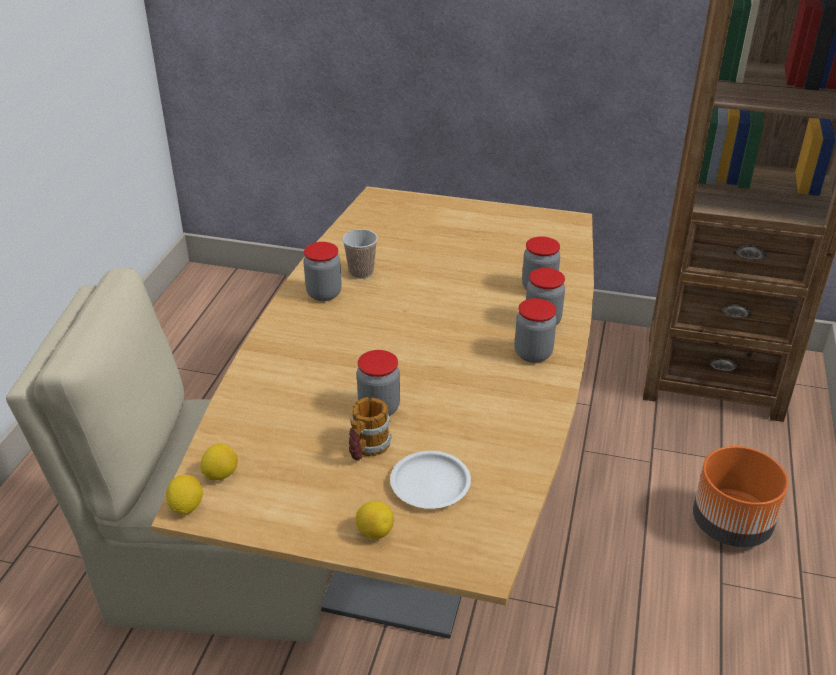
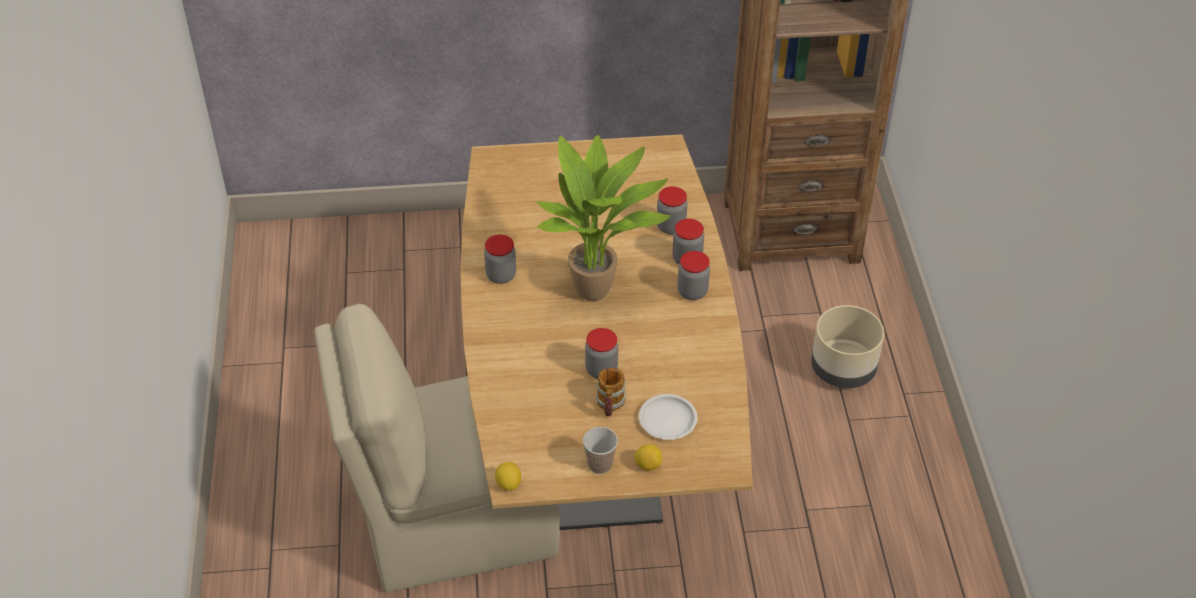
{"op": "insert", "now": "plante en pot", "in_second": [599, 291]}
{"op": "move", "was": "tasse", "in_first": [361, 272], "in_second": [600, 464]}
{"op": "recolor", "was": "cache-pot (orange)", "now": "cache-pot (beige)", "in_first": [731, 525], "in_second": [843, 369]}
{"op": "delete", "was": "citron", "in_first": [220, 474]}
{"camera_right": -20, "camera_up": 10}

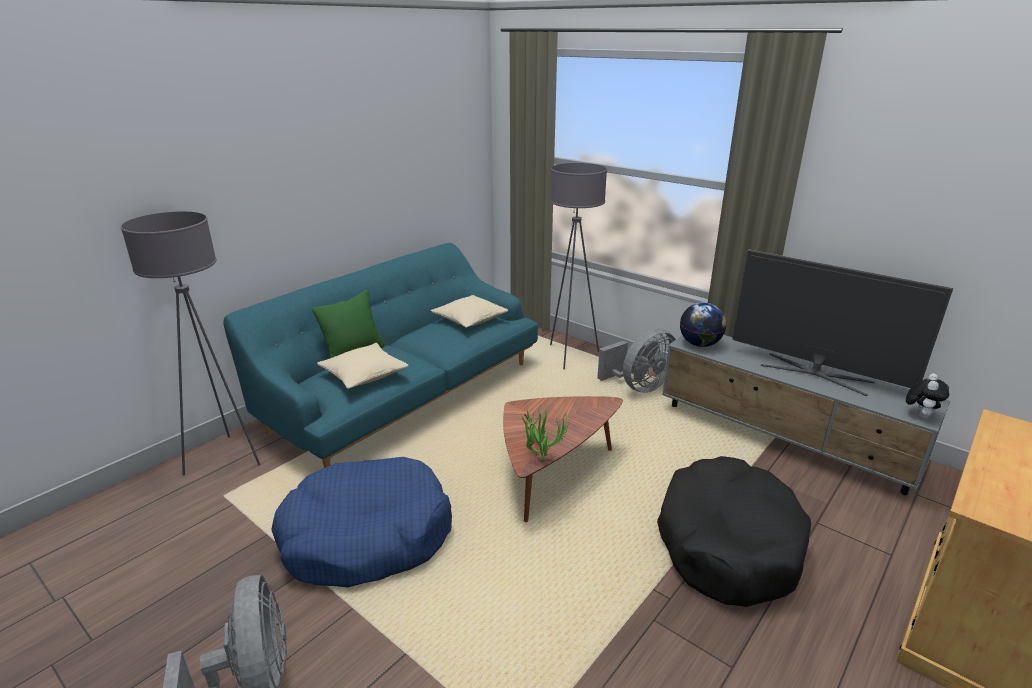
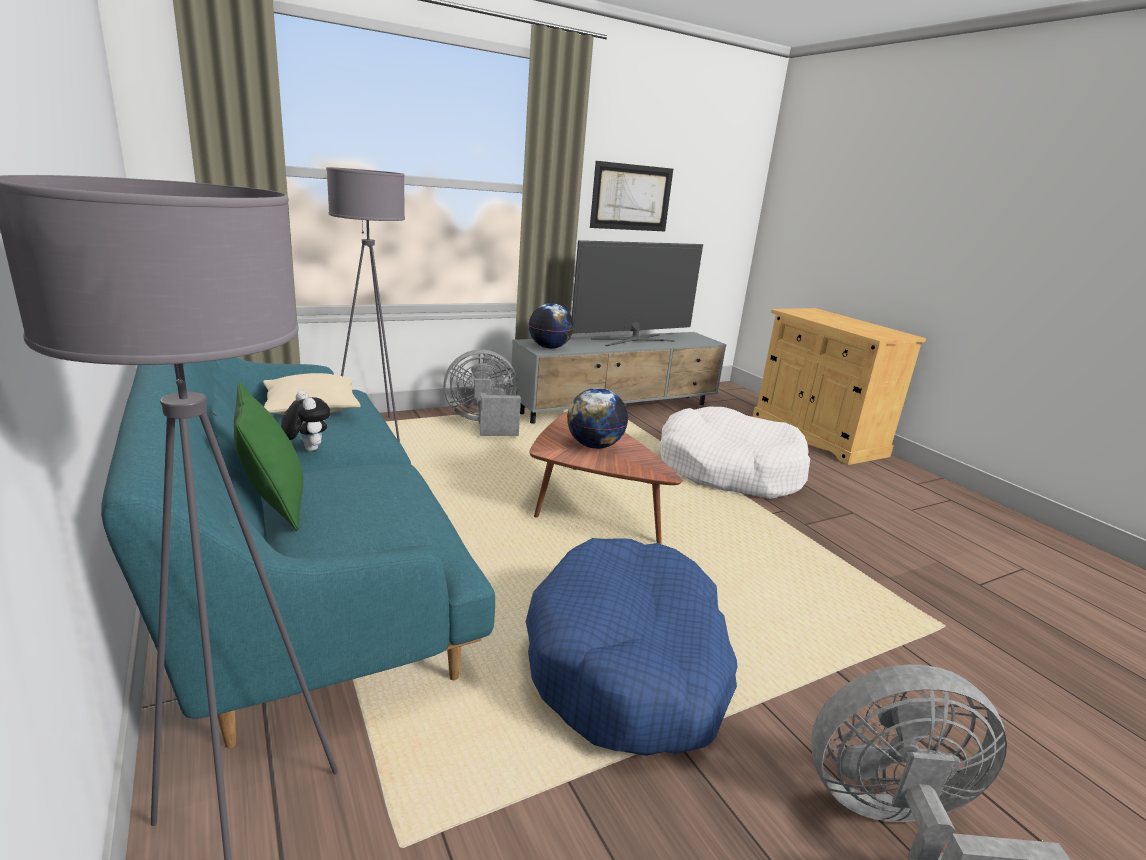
{"op": "move", "was": "peluche", "in_first": [920, 415], "in_second": [307, 449]}
{"op": "rotate", "was": "ventilateur (gris)", "in_first": [639, 387], "in_second": [483, 423], "clockwise": -90}
{"op": "insert", "now": "globe", "in_second": [594, 446]}
{"op": "insert", "now": "tableau", "in_second": [631, 197]}
{"op": "recolor", "was": "panier pour chien (noir)", "now": "panier pour chien (blanc)", "in_first": [727, 543], "in_second": [729, 469]}
{"op": "delete", "was": "coussin (beige)", "in_first": [364, 375]}
{"op": "delete", "was": "plante en pot", "in_first": [541, 456]}
{"camera_right": -70, "camera_up": -5}

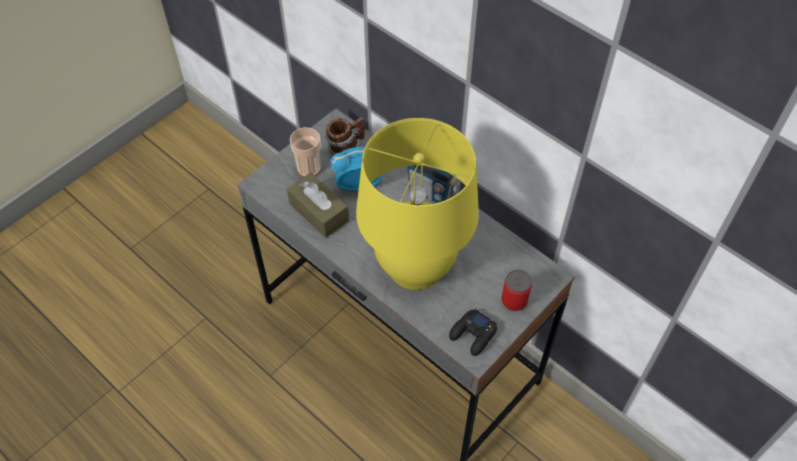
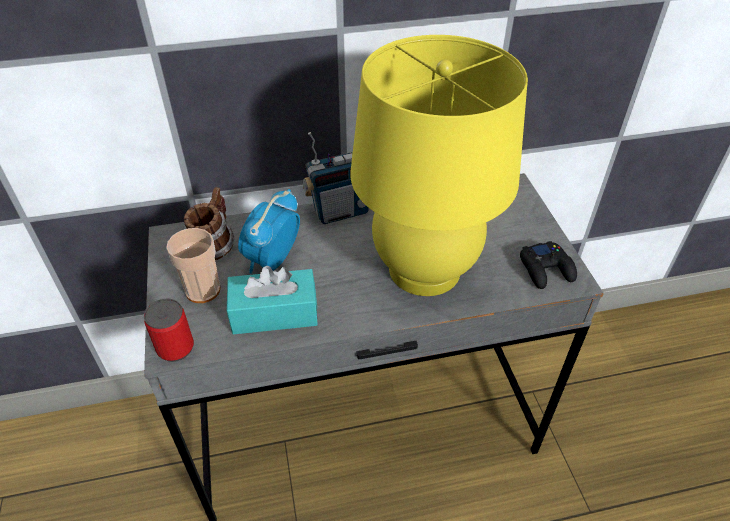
{"op": "move", "was": "boîte métallique", "in_first": [514, 301], "in_second": [175, 348]}
{"op": "recolor", "was": "boîte à mouchoirs (marron)", "now": "boîte à mouchoirs (turquoise)", "in_first": [319, 212], "in_second": [274, 313]}
{"camera_right": -55, "camera_up": -10}

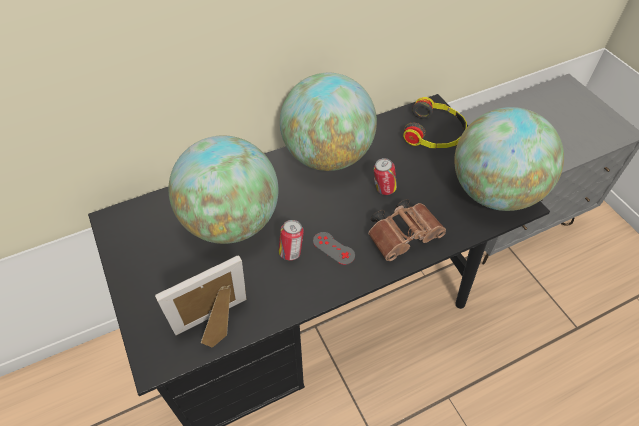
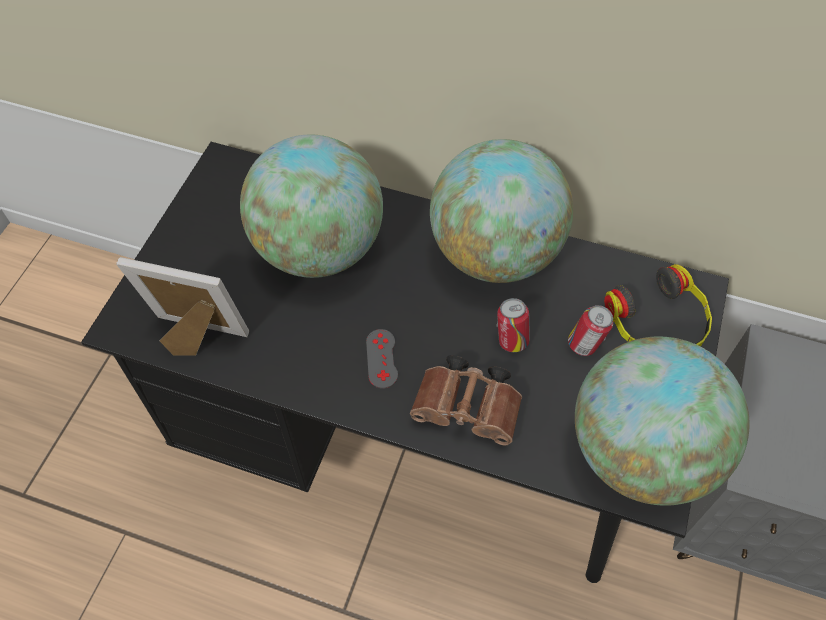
{"op": "move", "was": "boîte métallique", "in_first": [291, 252], "in_second": [585, 345]}
{"camera_right": 45, "camera_up": 5}

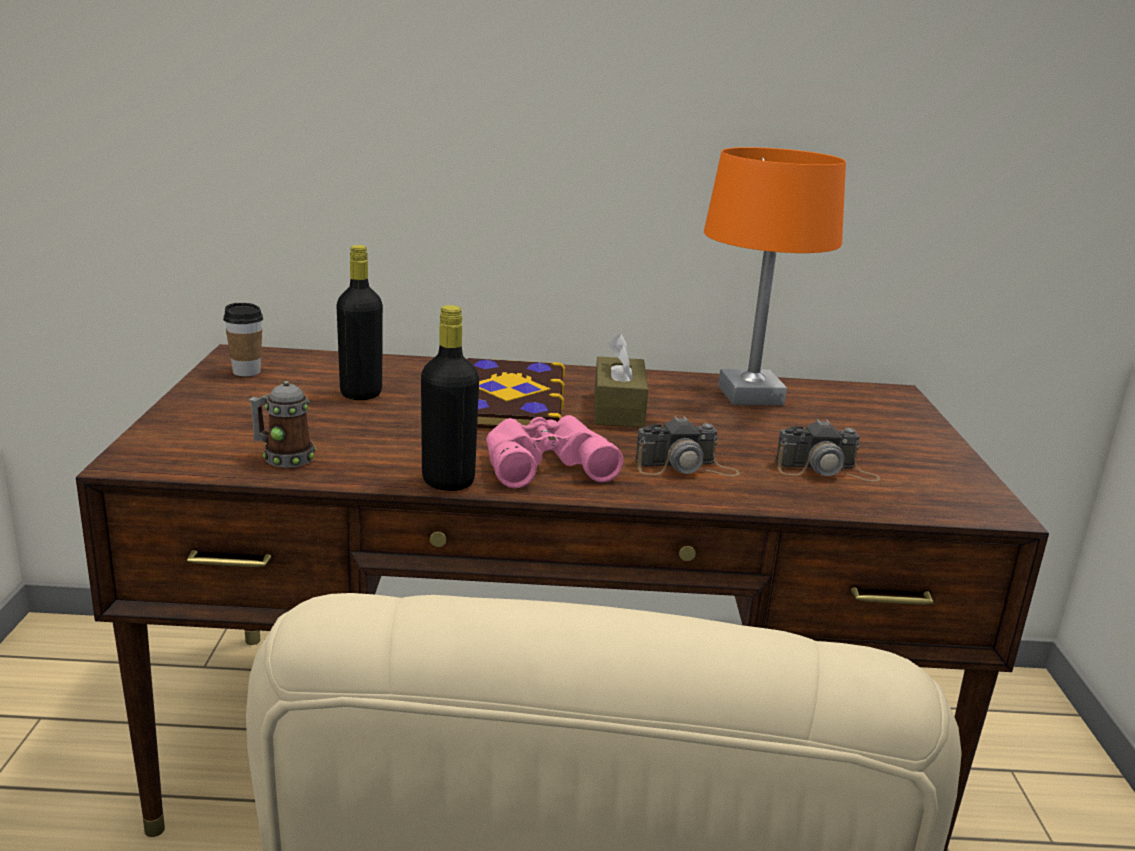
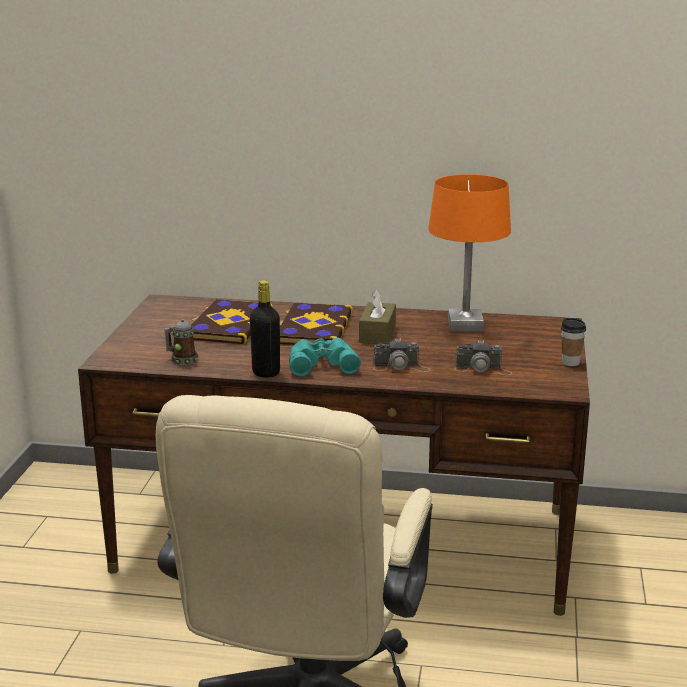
{"op": "replace", "was": "bouteille (noir)", "now": "livre", "in_first": [361, 394], "in_second": [228, 325]}
{"op": "recolor", "was": "jumelles (rose)", "now": "jumelles (turquoise)", "in_first": [544, 462], "in_second": [321, 363]}
{"op": "move", "was": "tasse", "in_first": [246, 372], "in_second": [570, 362]}
{"camera_right": 10, "camera_up": 0}

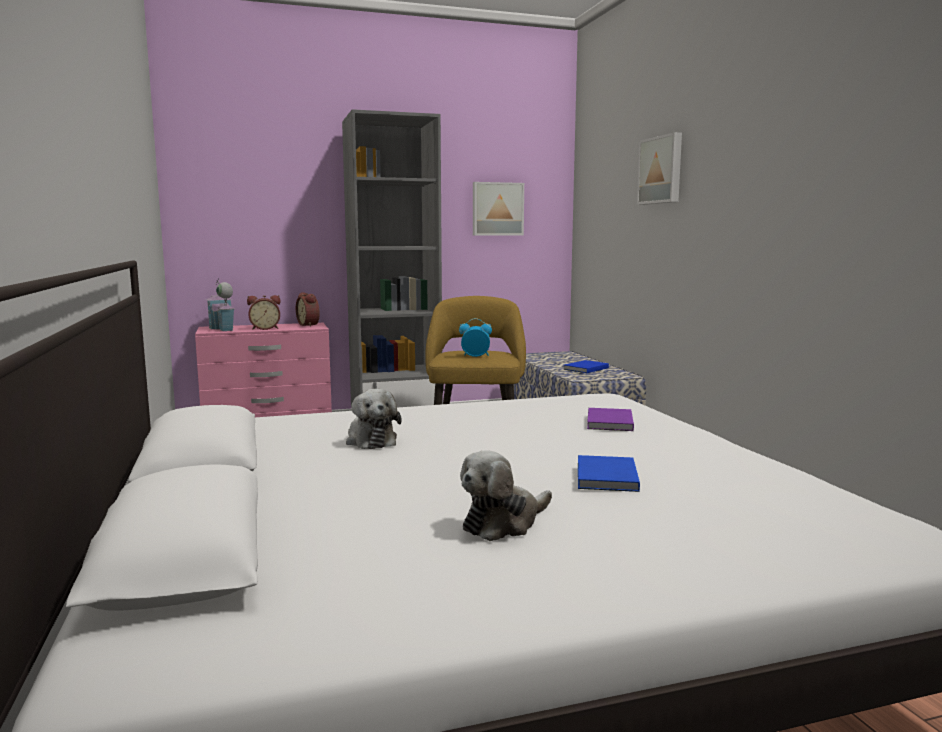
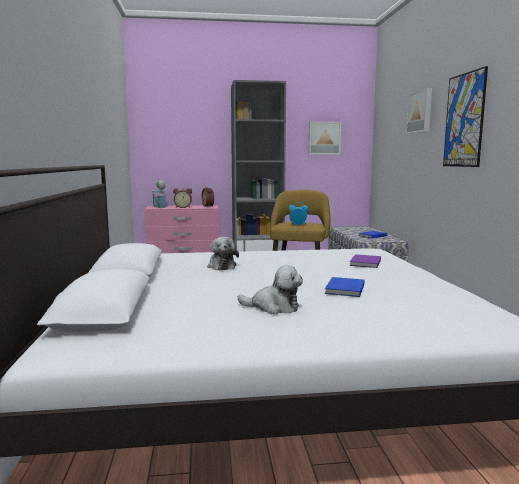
{"op": "rotate", "was": "peluche", "in_first": [503, 523], "in_second": [274, 307], "clockwise": -135}
{"op": "insert", "now": "tableau", "in_second": [464, 120]}
{"camera_right": 10, "camera_up": 0}

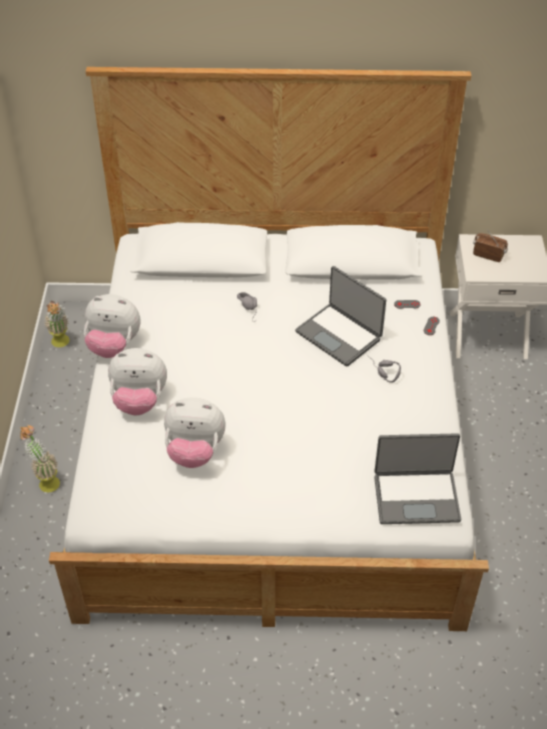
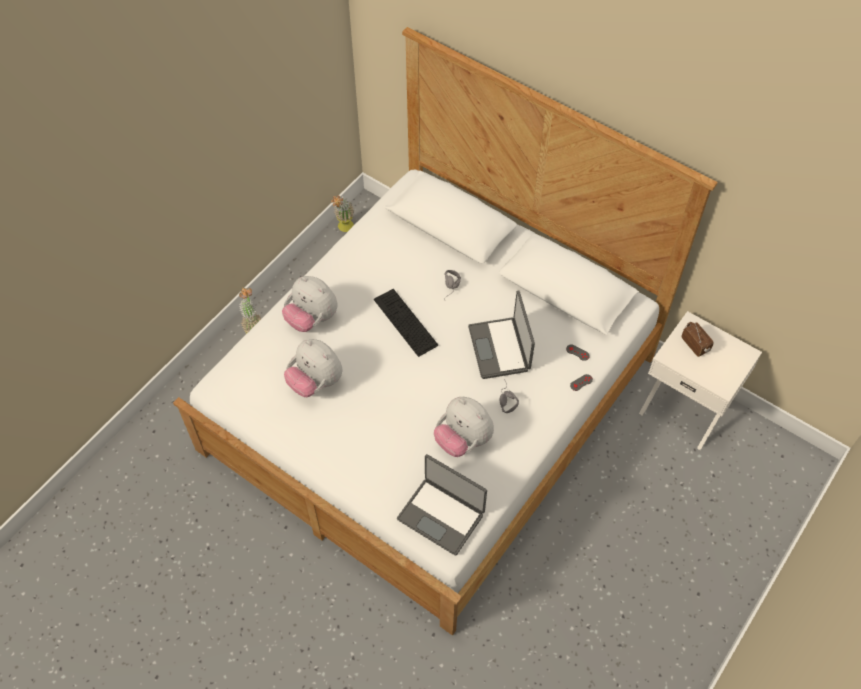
{"op": "insert", "now": "clavier", "in_second": [405, 322]}
{"op": "move", "was": "peluche", "in_first": [113, 345], "in_second": [463, 439]}
{"camera_right": 35, "camera_up": 10}

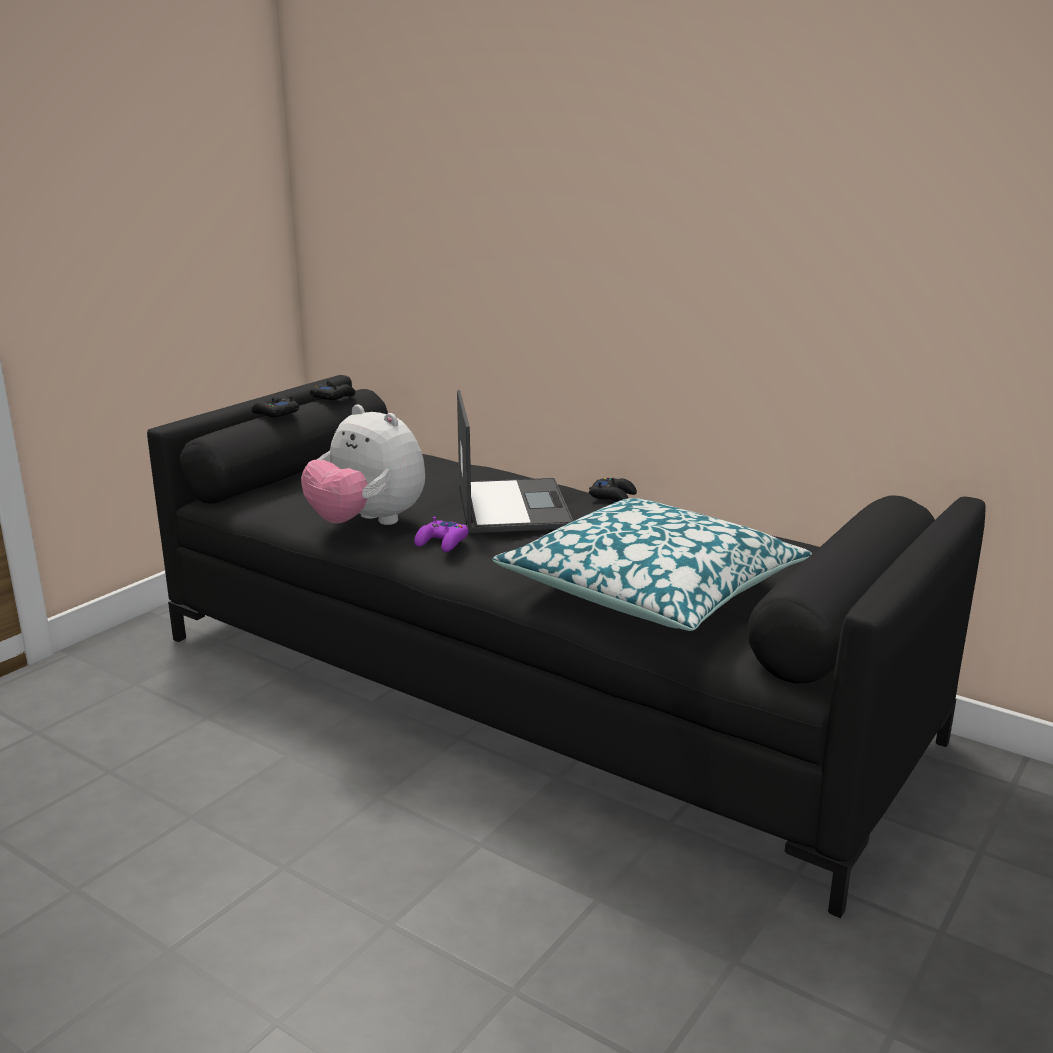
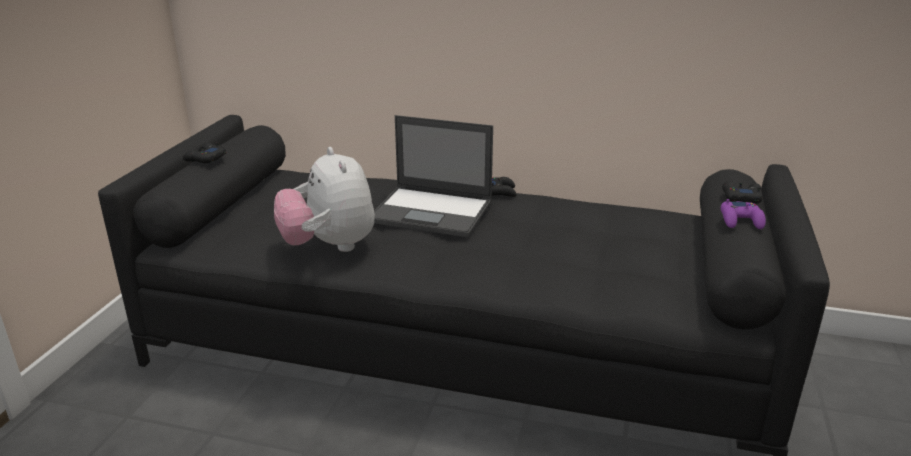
{"op": "rotate", "was": "peluche", "in_first": [367, 523], "in_second": [329, 246], "clockwise": 45}
{"op": "rotate", "was": "ordinateur portable", "in_first": [512, 506], "in_second": [433, 212], "clockwise": 135}
{"op": "move", "was": "manette (violet)", "in_first": [442, 542], "in_second": [741, 220]}
{"op": "move", "was": "manette (noir)", "in_first": [332, 397], "in_second": [740, 197]}
{"op": "delete", "was": "coussin", "in_first": [652, 590]}
{"camera_right": -20, "camera_up": 5}

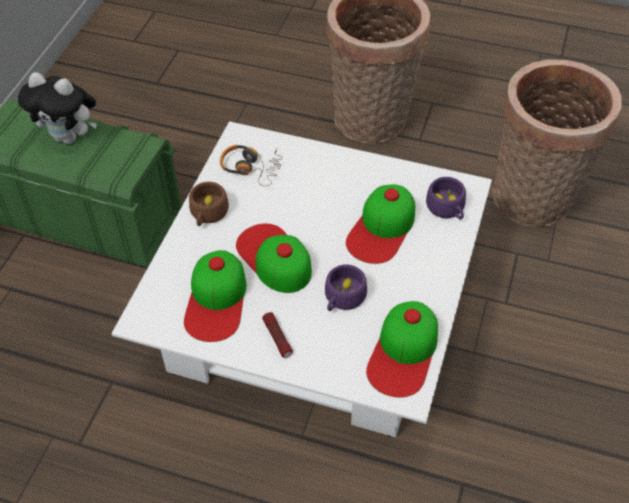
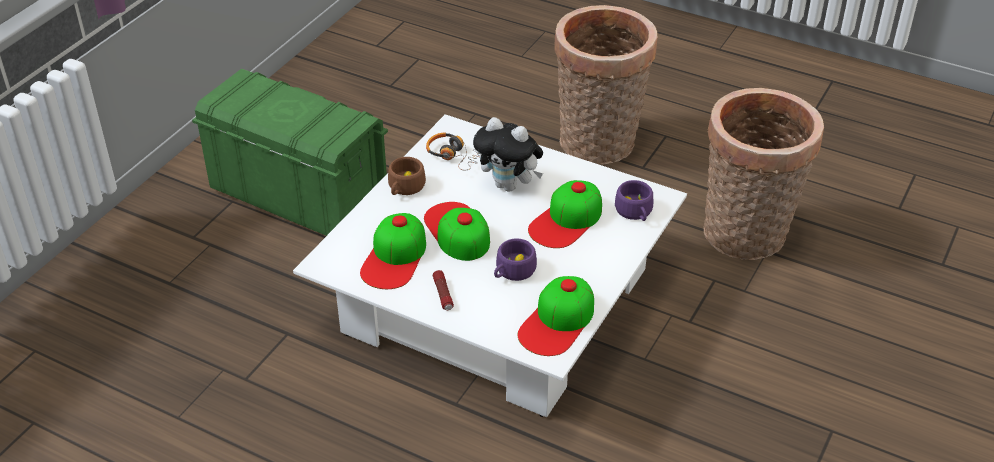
{"op": "move", "was": "peluche", "in_first": [70, 137], "in_second": [509, 185]}
{"camera_right": 10, "camera_up": -10}

